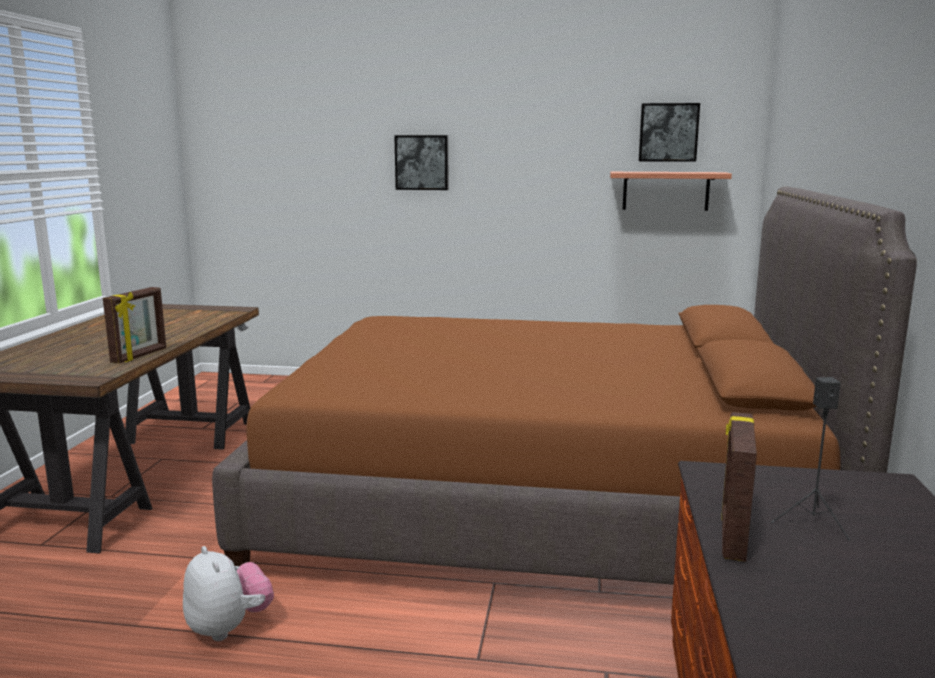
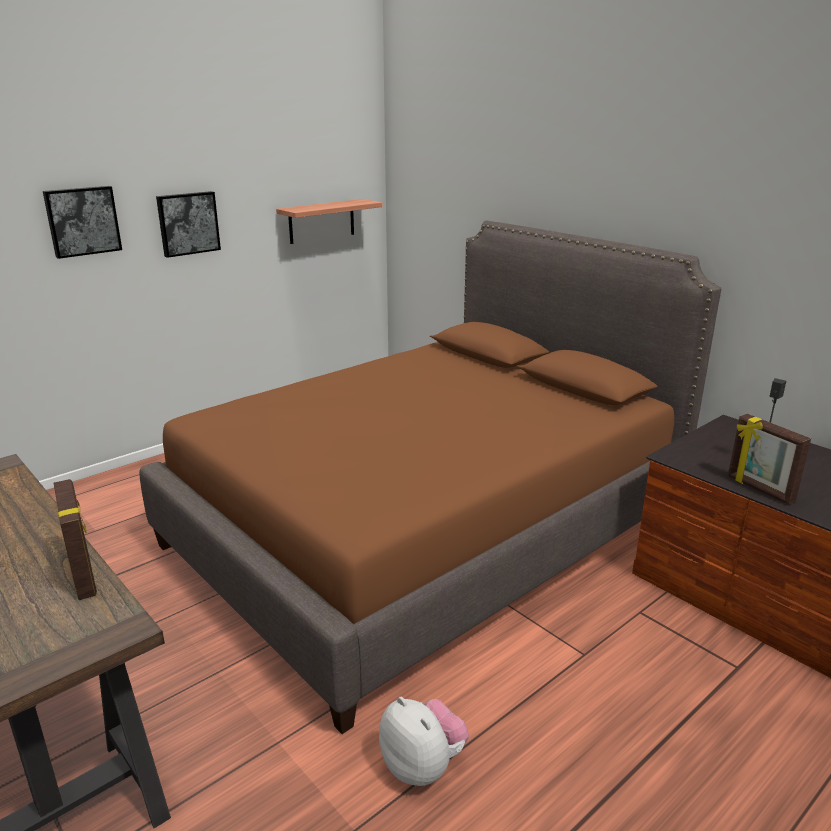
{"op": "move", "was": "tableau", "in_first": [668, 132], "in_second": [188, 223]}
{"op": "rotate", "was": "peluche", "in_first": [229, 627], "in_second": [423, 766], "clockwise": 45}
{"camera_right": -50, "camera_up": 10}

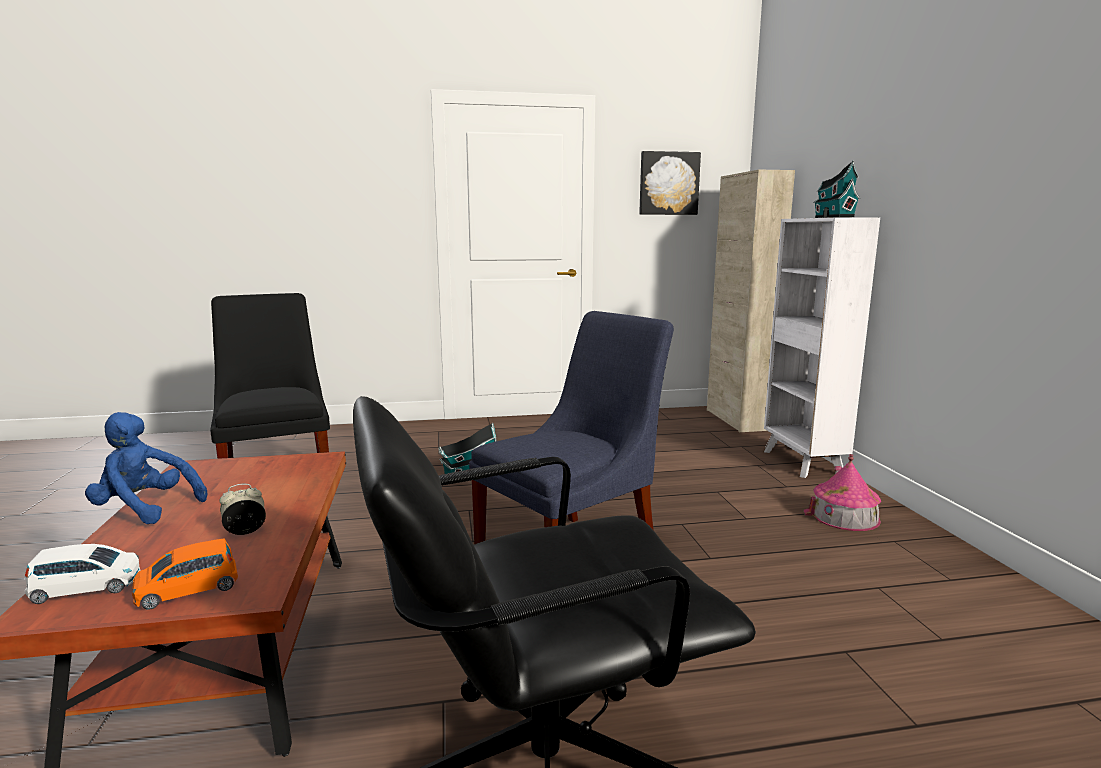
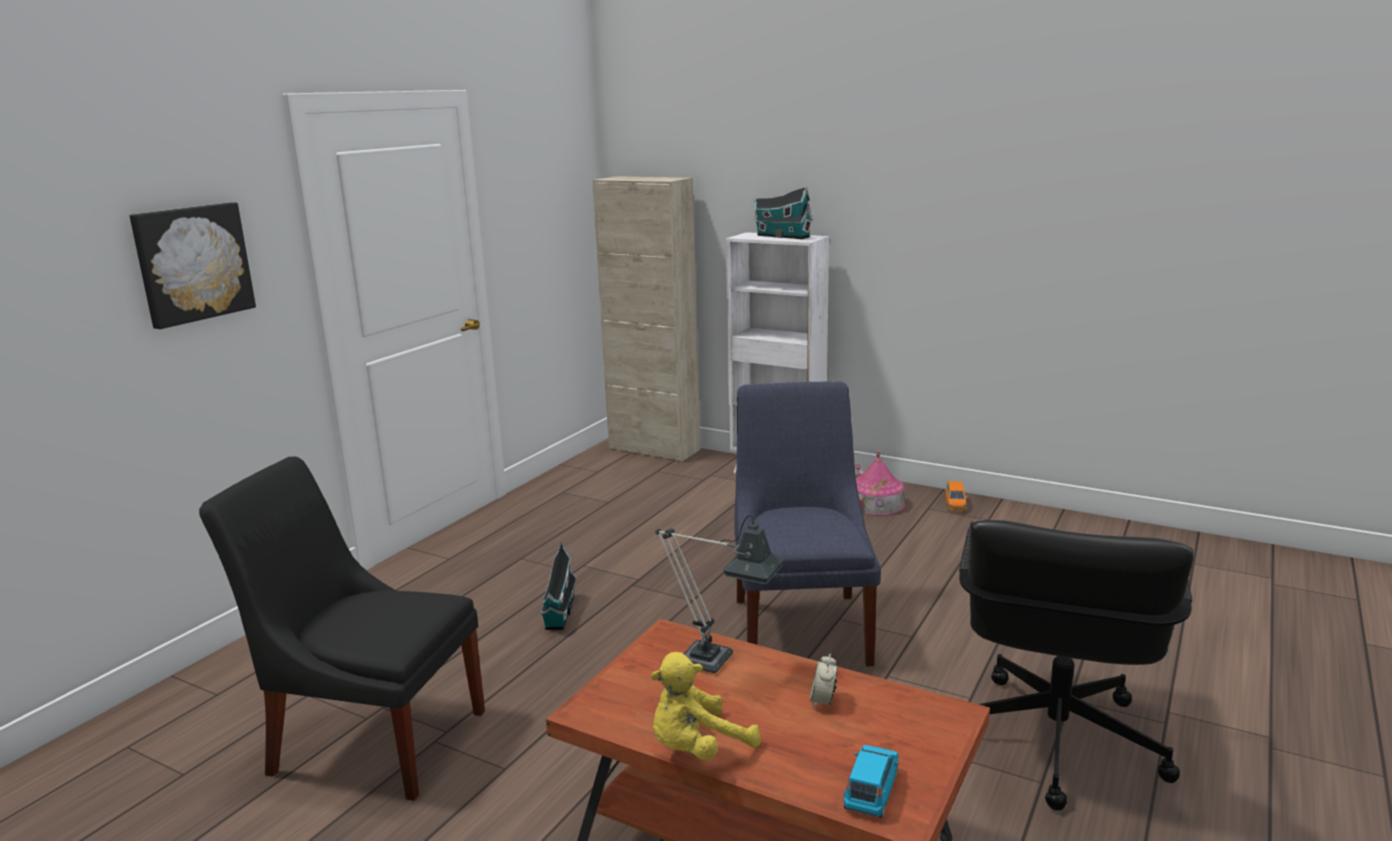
{"op": "move", "was": "tableau", "in_first": [668, 183], "in_second": [192, 263]}
{"op": "recolor", "was": "peluche (bleu)", "now": "peluche (jaune)", "in_first": [145, 509], "in_second": [697, 749]}
{"op": "insert", "now": "lampe de table", "in_second": [717, 663]}
{"op": "recolor", "was": "petite voiture (blanc)", "now": "petite voiture (bleu)", "in_first": [87, 588], "in_second": [871, 790]}
{"op": "move", "was": "petite voiture (orange)", "in_first": [188, 590], "in_second": [955, 505]}
{"camera_right": -50, "camera_up": 5}

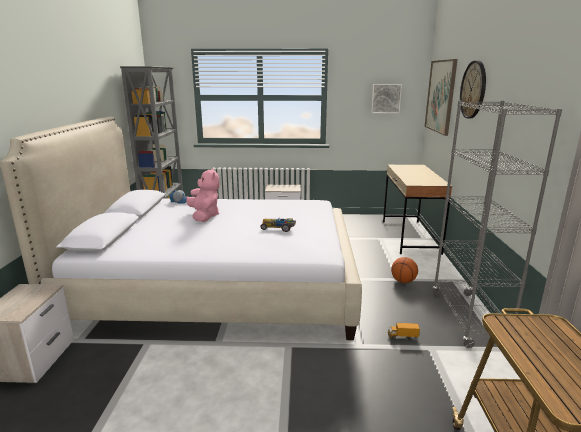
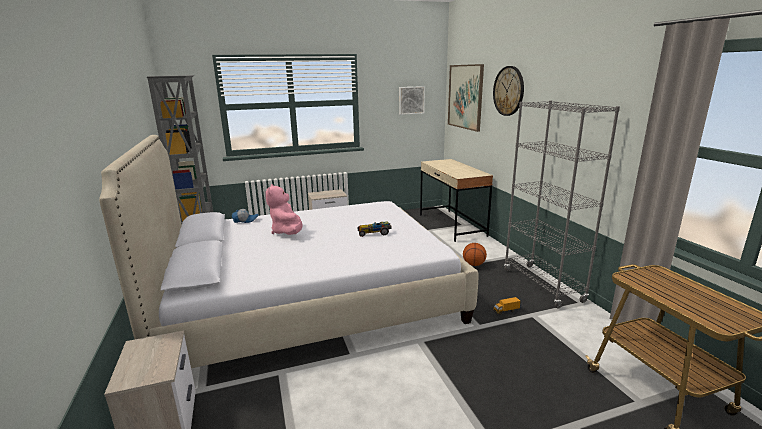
{"op": "rotate", "was": "peluche (rose)", "in_first": [204, 216], "in_second": [287, 232], "clockwise": -150}
{"camera_right": -20, "camera_up": 0}

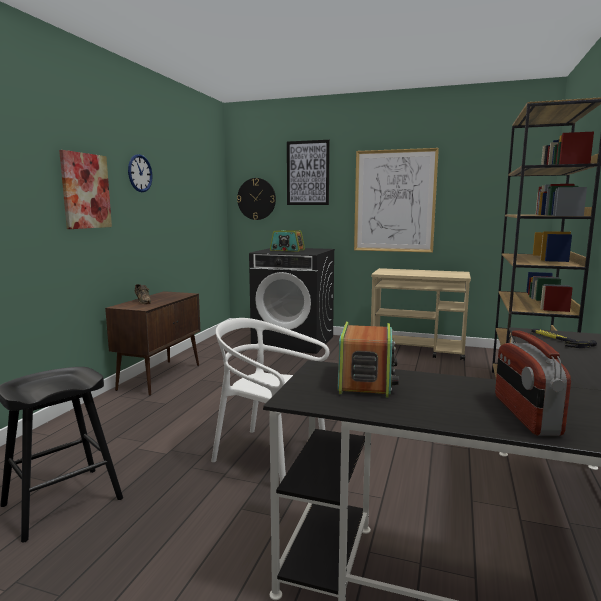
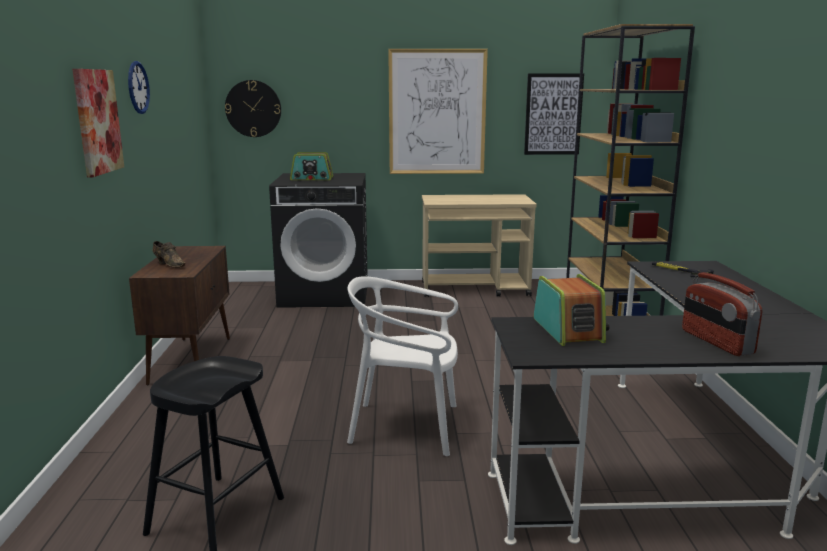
{"op": "move", "was": "tableau", "in_first": [308, 173], "in_second": [553, 114]}
{"camera_right": -20, "camera_up": 5}

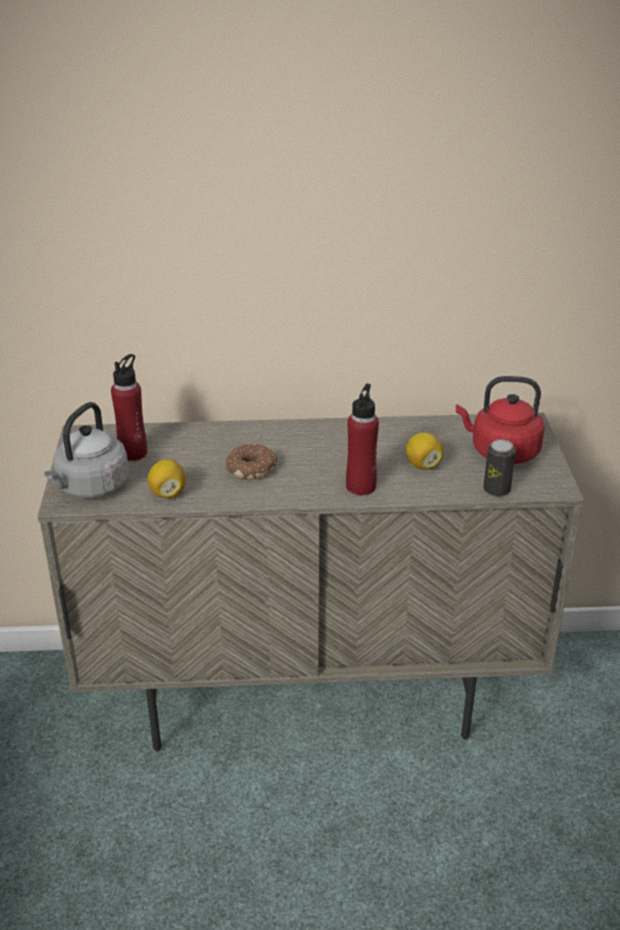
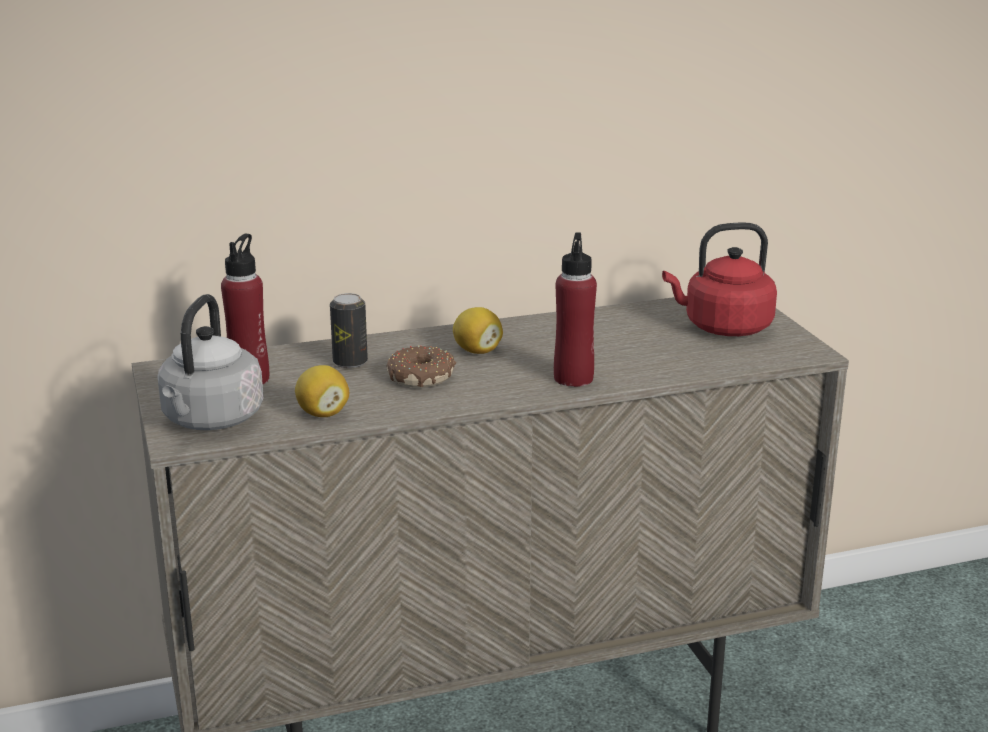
{"op": "move", "was": "boîte métallique", "in_first": [496, 490], "in_second": [350, 362]}
{"op": "move", "was": "citron", "in_first": [423, 465], "in_second": [477, 351]}
{"camera_right": -15, "camera_up": -10}

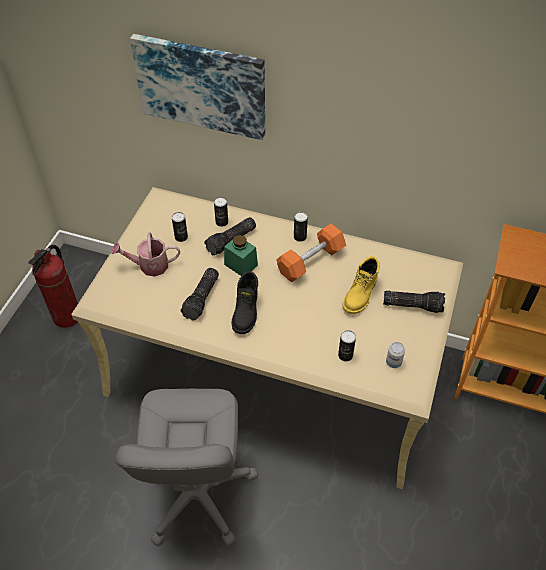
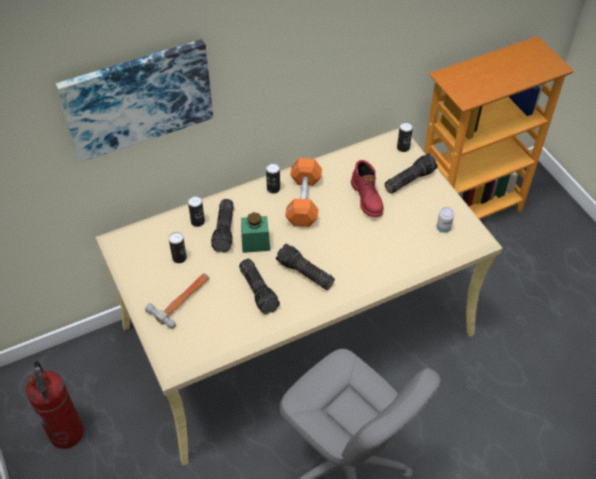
{"op": "replace", "was": "arrosoir", "now": "marteau", "in_first": [149, 266], "in_second": [182, 300]}
{"op": "replace", "was": "botte (noir)", "now": "lampe de poche", "in_first": [246, 311], "in_second": [304, 273]}
{"op": "recolor", "was": "botte (jaune)", "now": "botte (rouge)", "in_first": [361, 294], "in_second": [367, 198]}
{"op": "move", "was": "boîte métallique", "in_first": [345, 355], "in_second": [403, 147]}
{"camera_right": -45, "camera_up": 0}

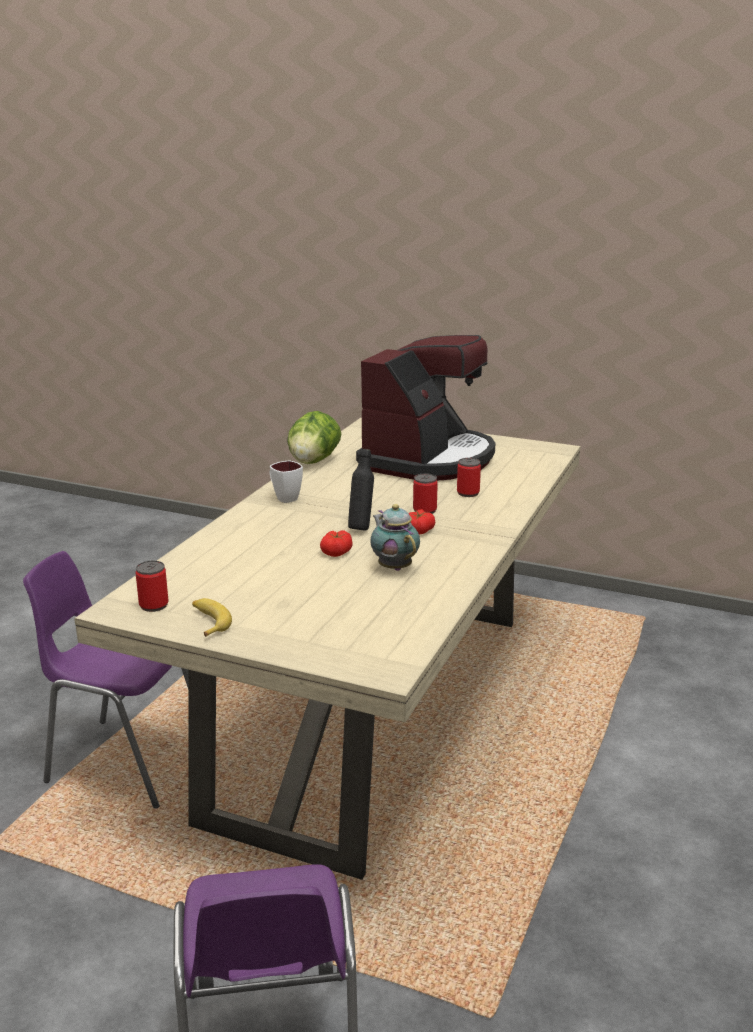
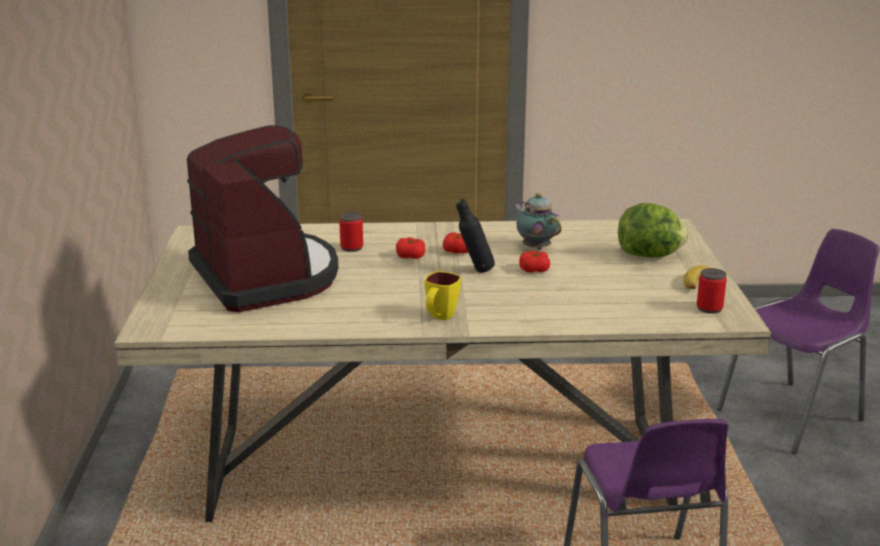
{"op": "rotate", "was": "machine à café", "in_first": [428, 459], "in_second": [266, 277], "clockwise": 60}
{"op": "replace", "was": "boîte métallique", "now": "tomate", "in_first": [424, 510], "in_second": [410, 256]}
{"op": "recolor", "was": "mug (blanc)", "now": "mug (jaune)", "in_first": [284, 497], "in_second": [439, 318]}
{"op": "rotate", "was": "théière", "in_first": [394, 567], "in_second": [535, 247], "clockwise": 105}
{"op": "move", "was": "laitue", "in_first": [313, 461], "in_second": [650, 255]}
{"camera_right": -115, "camera_up": 0}

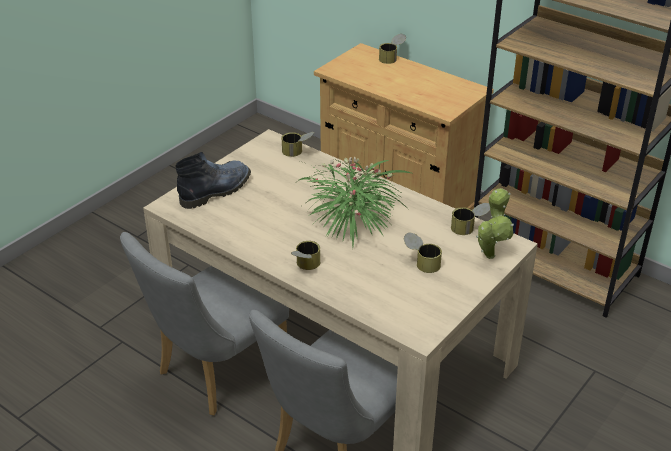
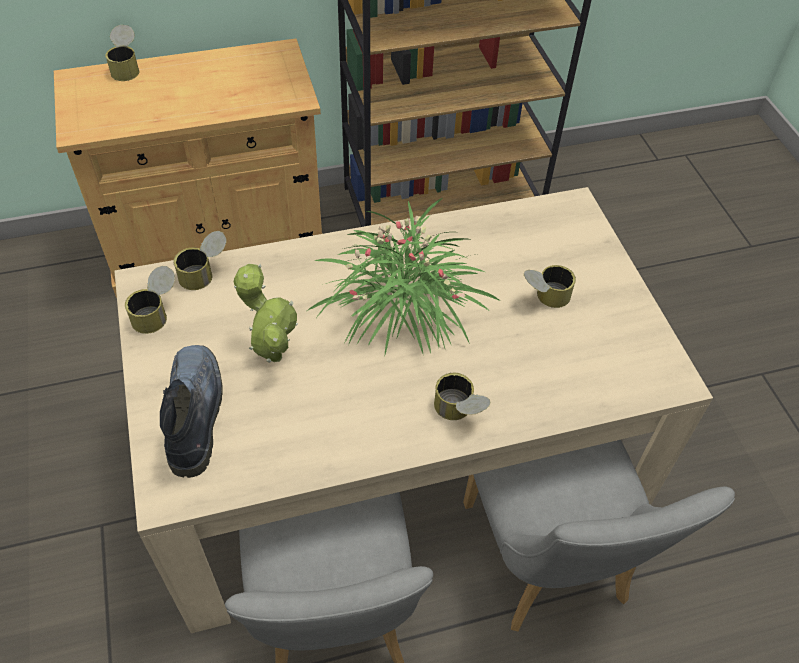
{"op": "move", "was": "boîte métallique", "in_first": [469, 228], "in_second": [157, 313]}
{"op": "move", "was": "plante en pot", "in_first": [490, 254], "in_second": [272, 353]}
{"camera_right": -55, "camera_up": 15}

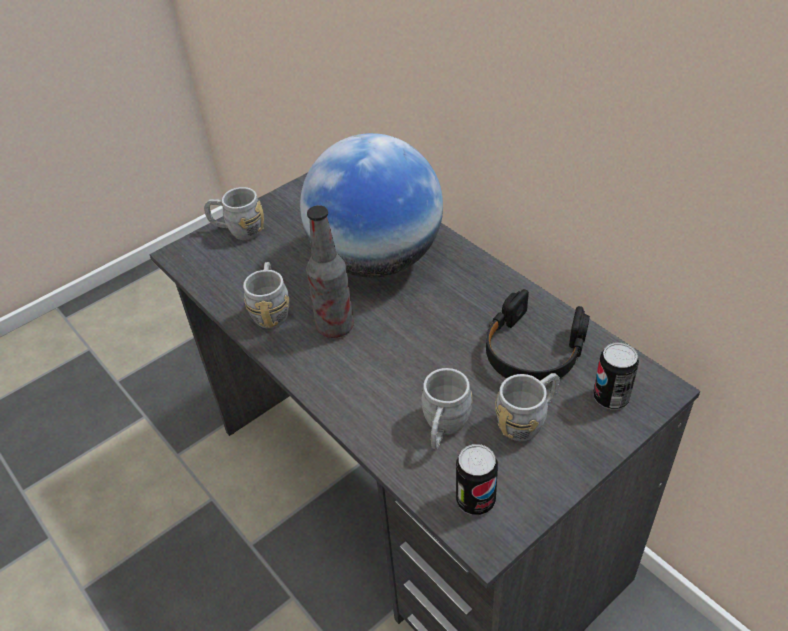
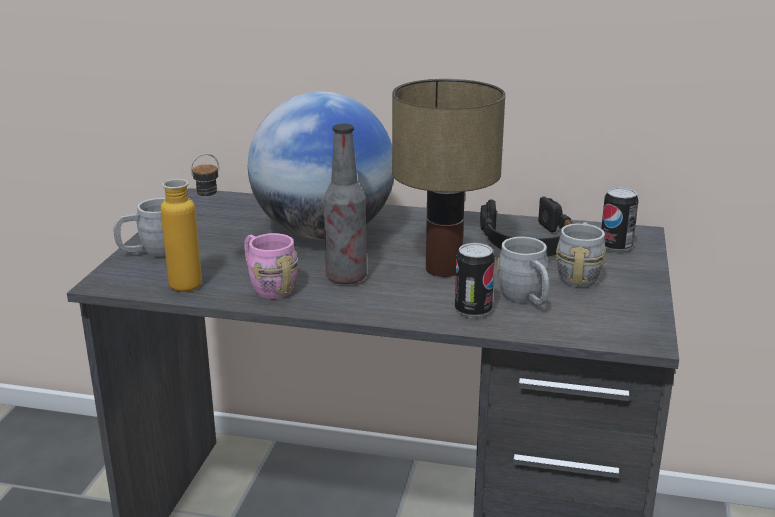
{"op": "insert", "now": "bouteille", "in_second": [199, 282]}
{"op": "recolor", "was": "mug (gris)", "now": "mug (rose)", "in_first": [271, 310], "in_second": [267, 286]}
{"op": "insert", "now": "lampe de table", "in_second": [442, 270]}
{"op": "move", "was": "boîte métallique", "in_first": [475, 500], "in_second": [473, 311]}
{"camera_right": -40, "camera_up": -20}

